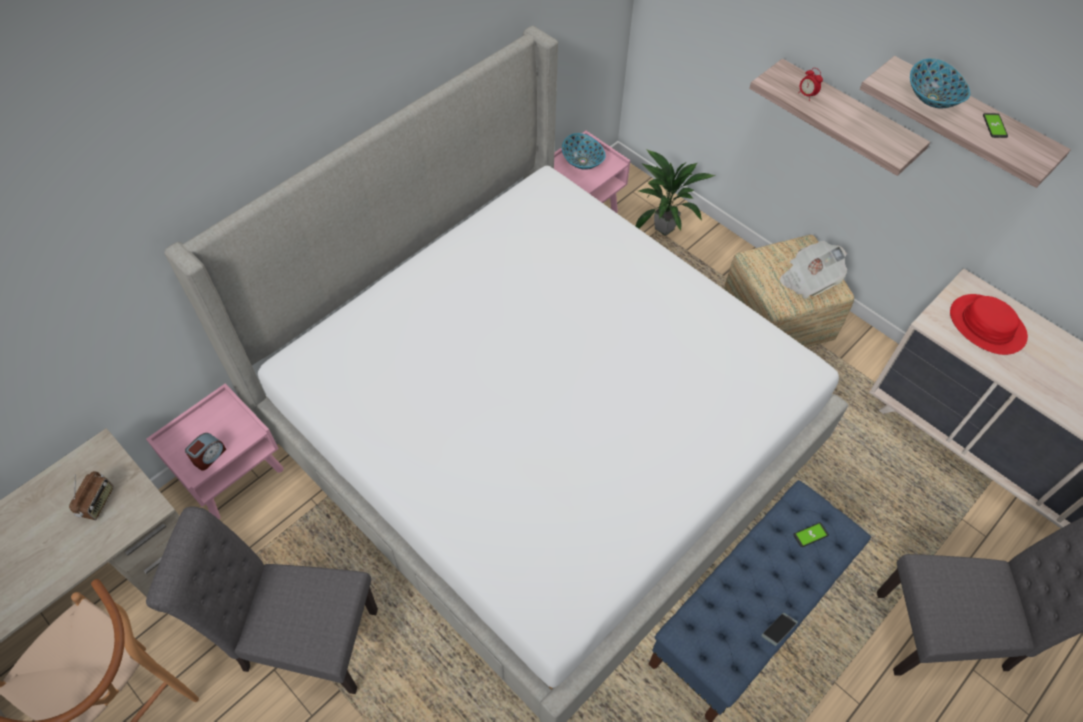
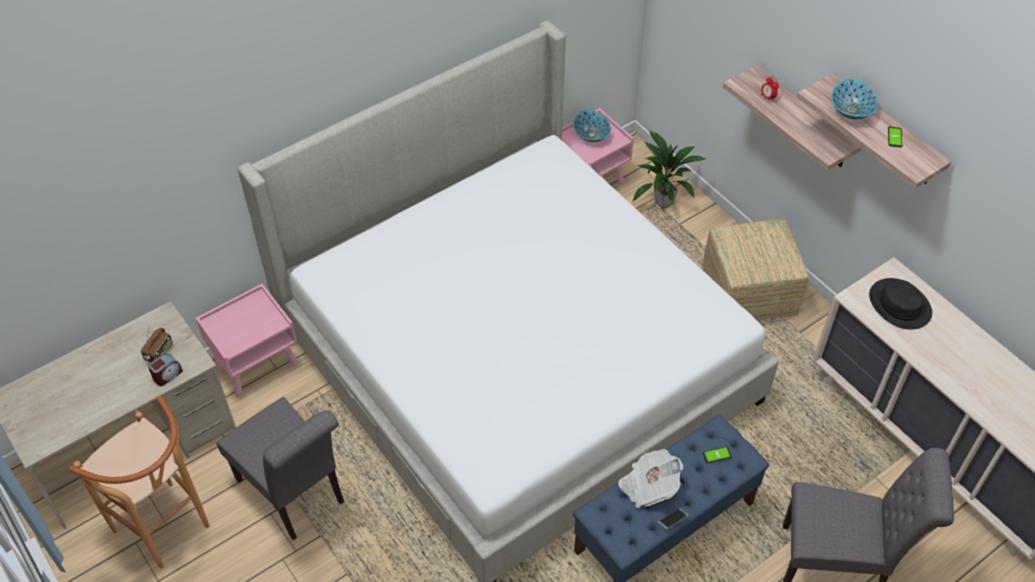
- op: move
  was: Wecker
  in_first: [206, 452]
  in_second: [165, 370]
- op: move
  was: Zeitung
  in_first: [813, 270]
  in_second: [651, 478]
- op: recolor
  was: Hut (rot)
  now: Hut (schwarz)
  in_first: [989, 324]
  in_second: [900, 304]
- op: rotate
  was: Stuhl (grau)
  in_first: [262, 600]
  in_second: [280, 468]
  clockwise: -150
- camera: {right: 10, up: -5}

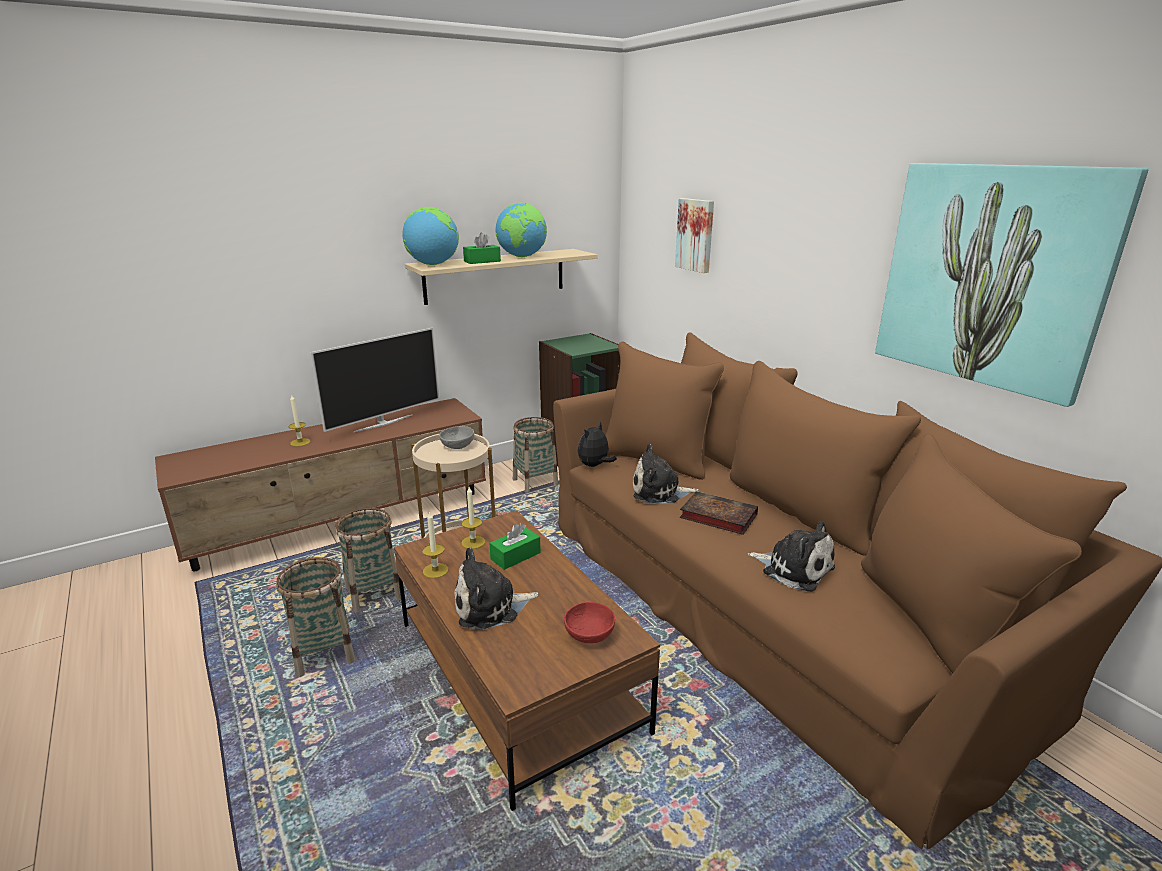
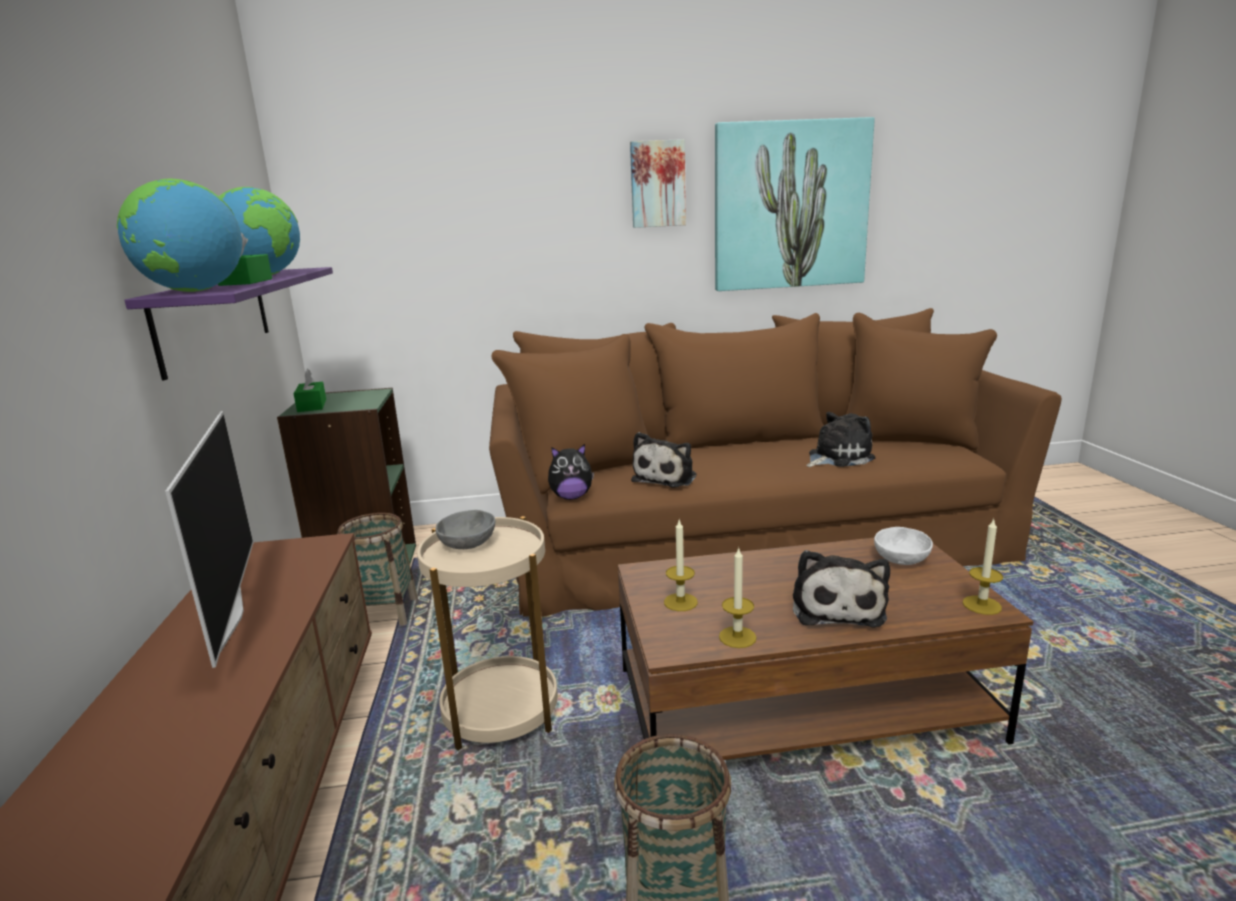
- op: delete
  was: Korb
  in_first: [368, 560]
- op: delete
  was: Buch
  in_first: [719, 513]
- op: move
  was: Kerze
  in_first: [300, 420]
  in_second: [983, 566]
- op: move
  was: Taschentuchbox (grün)
  in_first: [515, 546]
  in_second: [310, 390]
- op: move
  was: Bild
  in_first: [694, 235]
  in_second: [658, 183]
- op: recolor
  was: Wandregal (beige)
  now: Wandregal (lila)
  in_first: [501, 277]
  in_second: [228, 323]
- op: recolor
  was: Schüssel (rot)
  now: Schüssel (weiß)
  in_first: [589, 622]
  in_second: [903, 546]
- op: rotate
  was: Plüschtier
  in_first: [597, 444]
  in_second: [571, 472]
  clockwise: -75
- camera: {right: -65, up: -5}

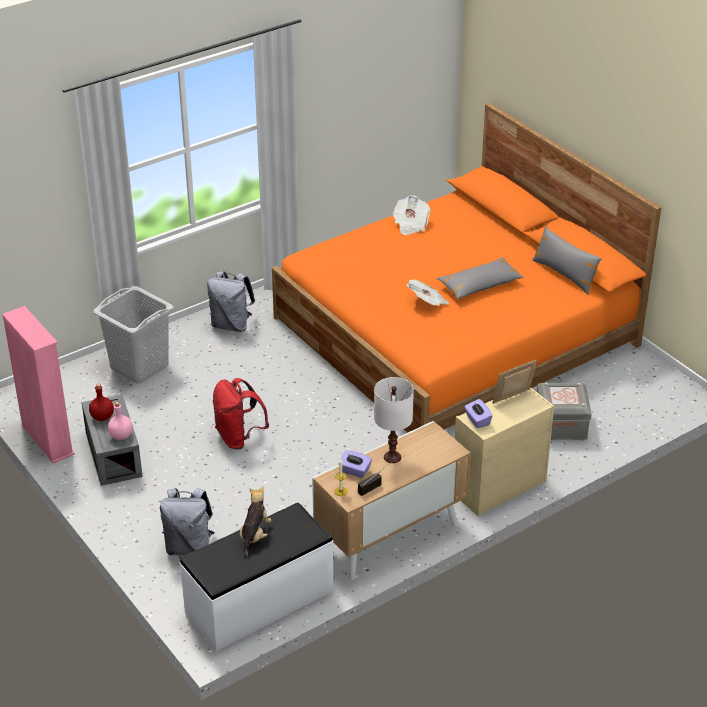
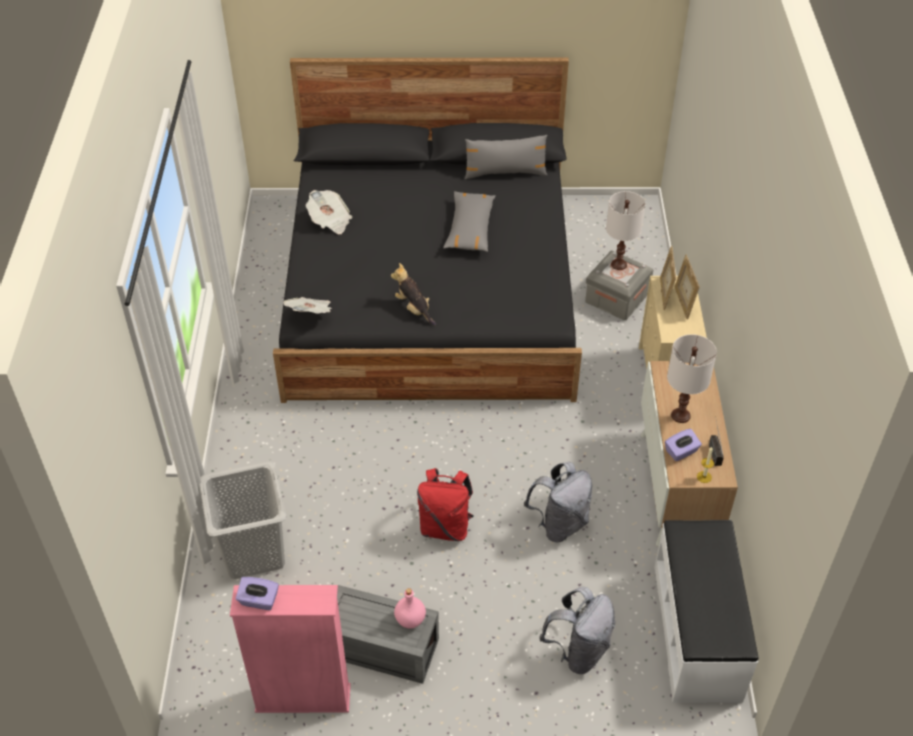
- op: delete
  was: Flasche (rot)
  in_first: [101, 402]
- op: insert
  now: Tischlampe (weiß)
  in_second: [625, 230]
- op: insert
  now: Bilderrahmen
  in_second: [687, 287]
- op: move
  was: Rucksack (grau)
  in_first: [231, 301]
  in_second: [558, 502]
- op: move
  was: Plüschtier
  in_first: [255, 522]
  in_second: [413, 294]
- op: move
  was: Zeitung
  in_first: [428, 292]
  in_second: [308, 305]
- op: move
  was: Taschentuchbox (lila)
  in_first: [478, 413]
  in_second: [257, 593]
- op: recolor
  was: Bett (orange)
  now: Bett (schwarz)
  in_first: [466, 268]
  in_second: [427, 230]
- camera: {right: -55, up: 10}

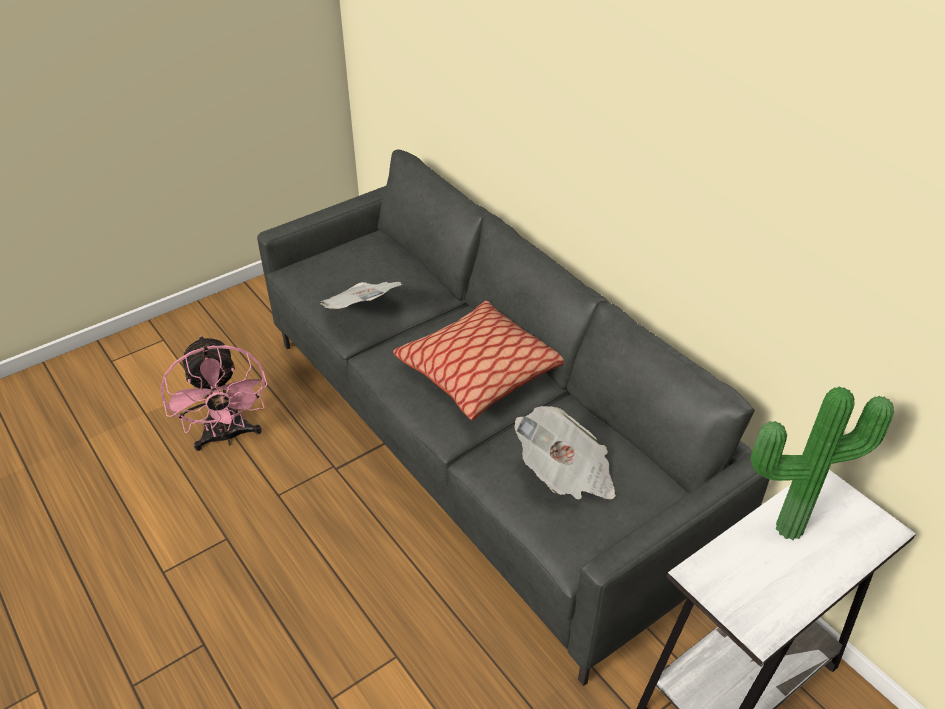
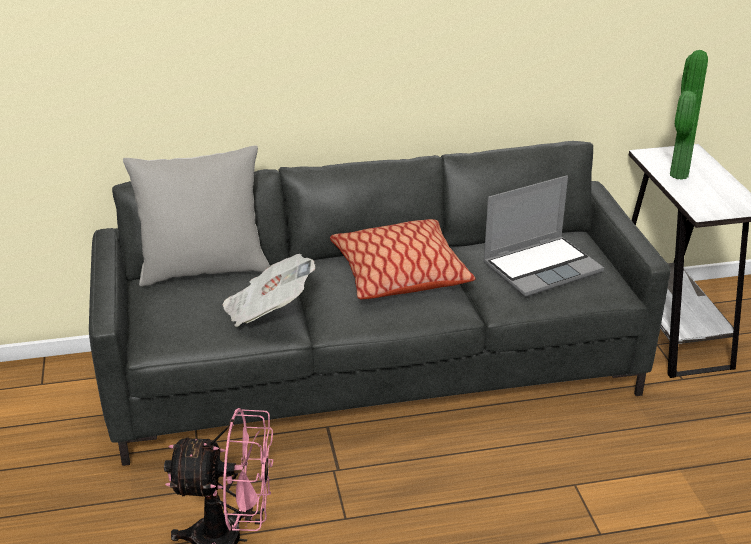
- op: insert
  now: Kissen (grau)
  in_second: [196, 216]
- op: replace
  was: Zeitung
  now: Laptop
  in_first: [565, 453]
  in_second: [543, 236]
- camera: {right: -65, up: -10}

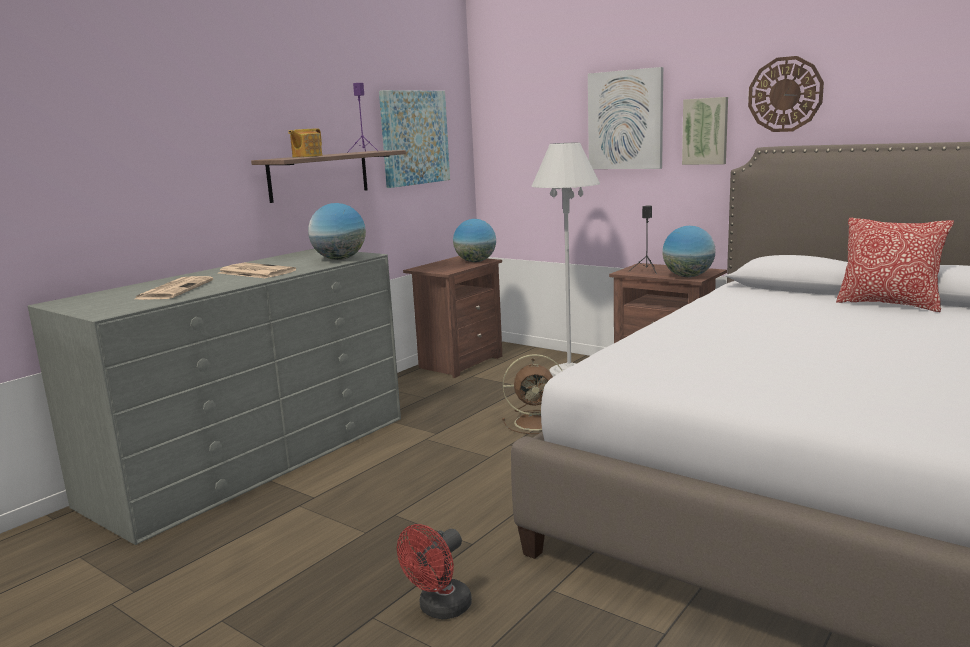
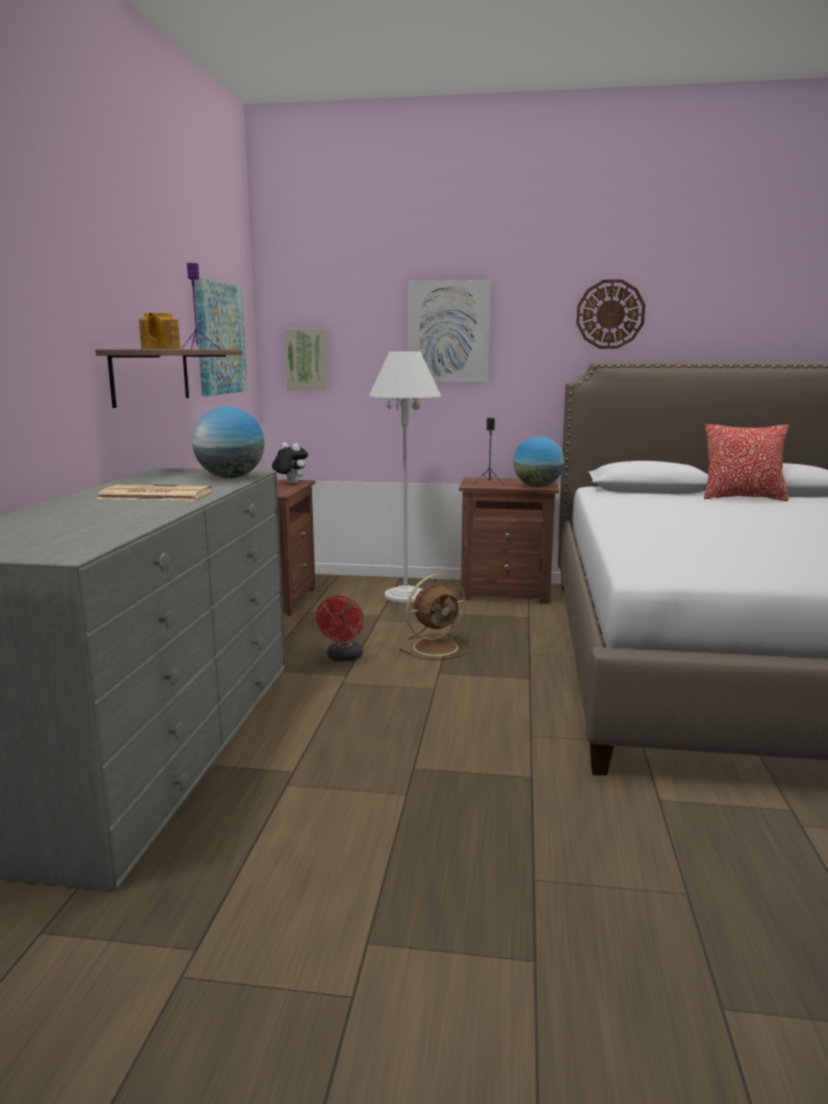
- op: delete
  was: Zeitung
  in_first: [174, 288]
- op: move
  was: Ventilator (rot)
  in_first: [434, 571]
  in_second: [339, 628]
- op: move
  was: Bild
  in_first: [705, 131]
  in_second: [305, 359]
- op: replace
  was: Globus
  now: Plüschtier
  in_first: [474, 240]
  in_second: [290, 463]
- camera: {right: -30, up: 0}

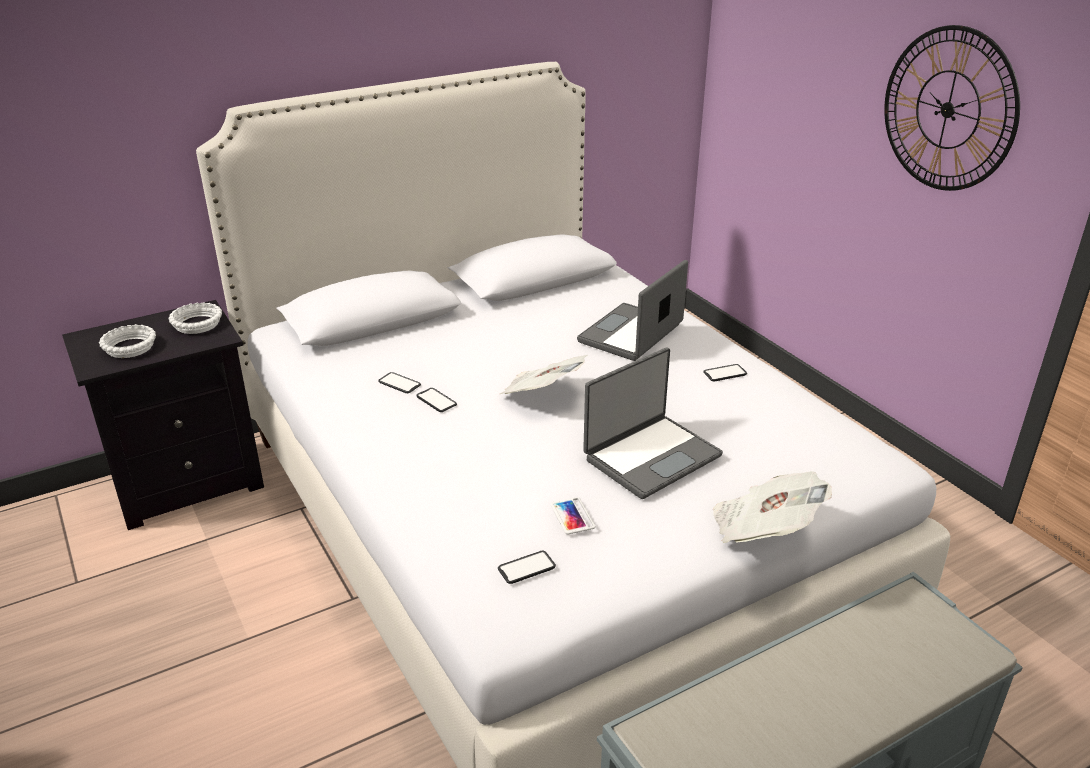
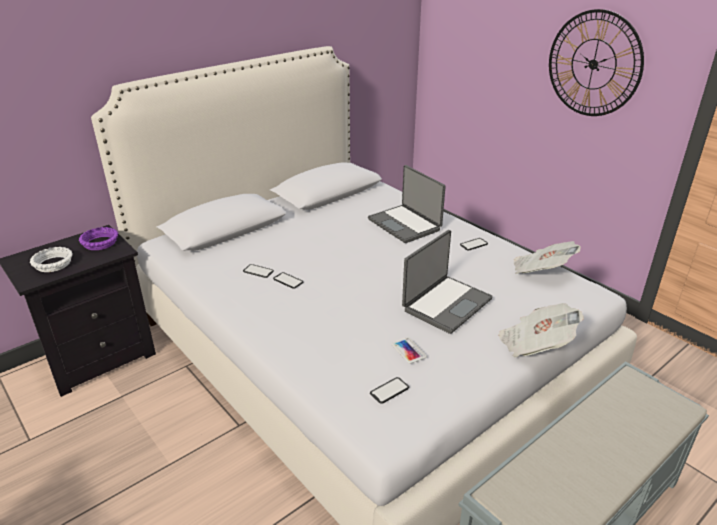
- op: move
  was: Zeitung
  in_first: [543, 375]
  in_second: [547, 257]
- op: recolor
  was: Schüssel (weiß)
  now: Schüssel (lila)
  in_first: [195, 318]
  in_second: [98, 238]
- op: rotate
  was: Laptop
  in_first: [632, 310]
  in_second: [407, 204]
  clockwise: -60
- camera: {right: -10, up: 0}

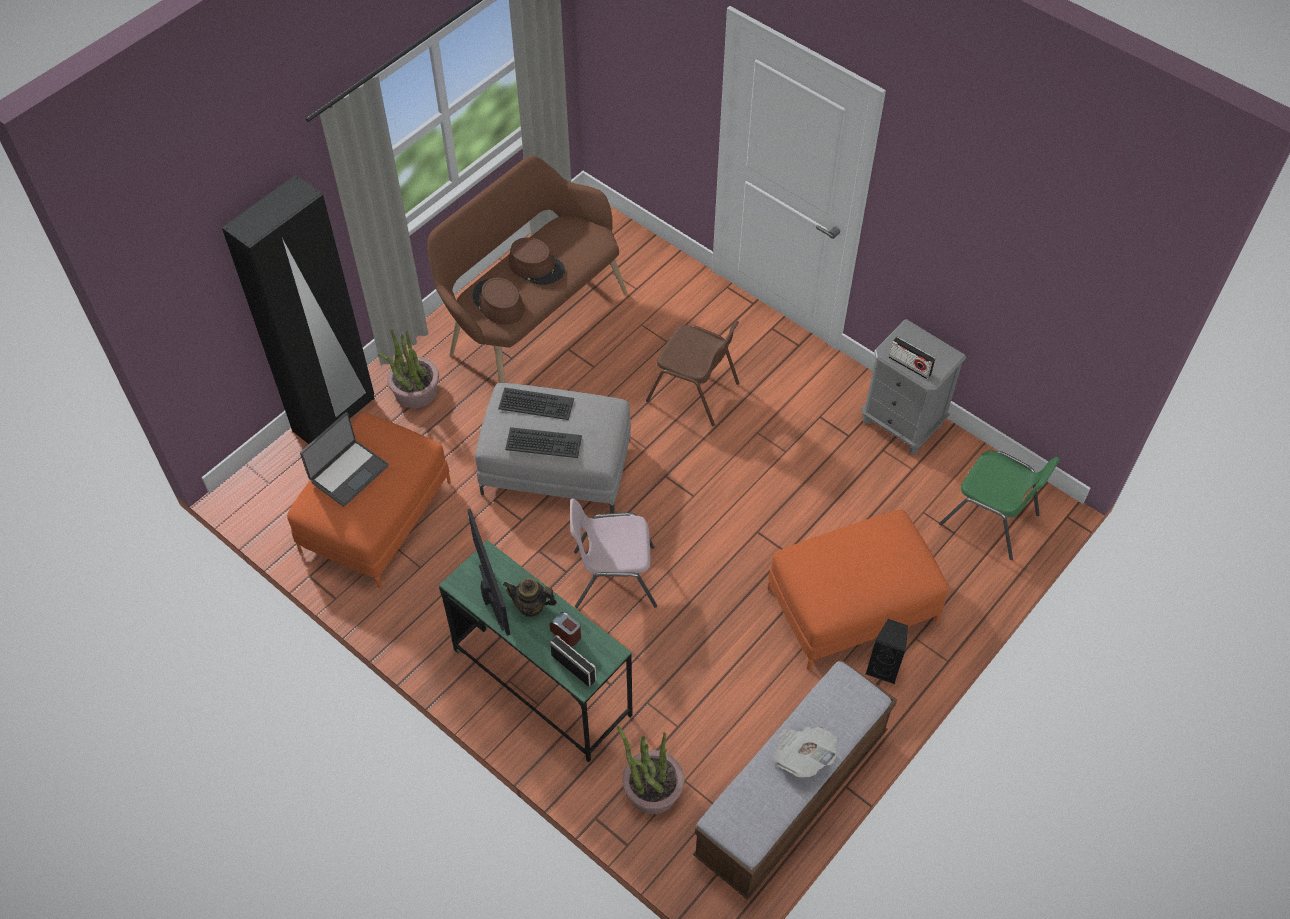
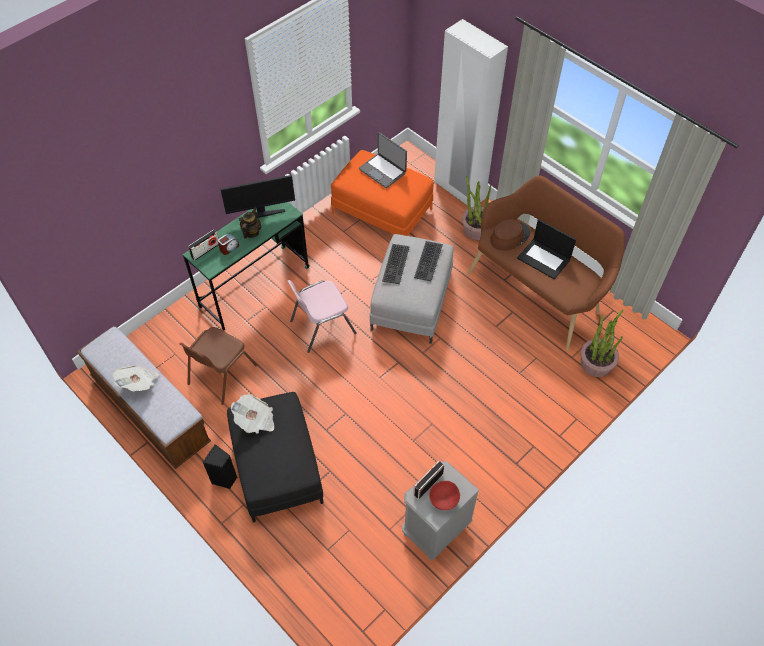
- op: delete
  was: Stuhl (grün)
  in_first: [999, 505]
- op: insert
  now: Zeitung
  in_second: [252, 414]
- op: insert
  now: Schüssel (rot)
  in_second: [444, 495]
- op: move
  was: Topfpflanze
  in_first: [650, 770]
  in_second: [602, 343]
- op: move
  was: Stuhl (braun)
  in_first: [692, 373]
  in_second: [218, 366]
- op: replace
  was: Hut (braun)
  now: Laptop
  in_first: [537, 261]
  in_second: [546, 249]
- op: recolor
  was: Kleiderschrank (schwarz)
  now: Kleiderschrank (weiß)
  in_first: [298, 309]
  in_second: [471, 113]
- op: recolor
  was: Polsterhocker (orange)
  now: Polsterhocker (schwarz)
  in_first: [858, 590]
  in_second: [275, 457]
- op: rotate
  was: Stuhl (rosa)
  in_first: [613, 553]
  in_second: [322, 316]
  clockwise: -120
- camera: {right: 95, up: 0}

